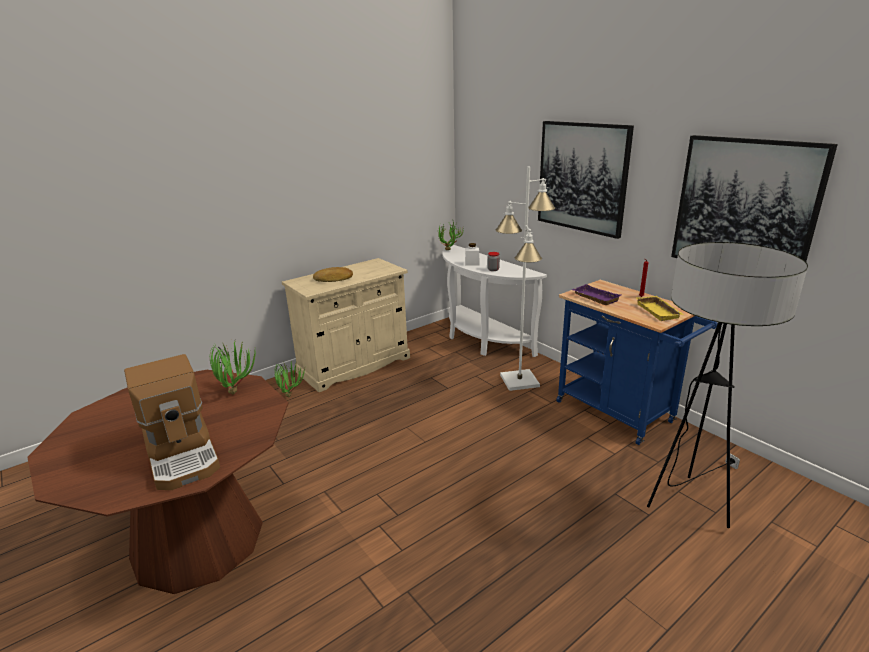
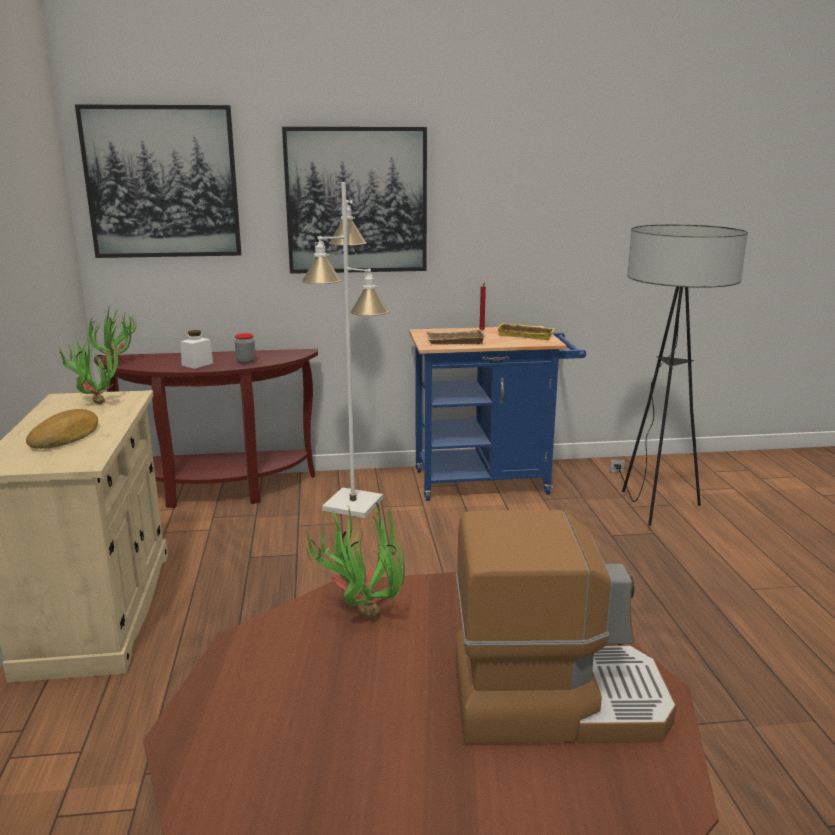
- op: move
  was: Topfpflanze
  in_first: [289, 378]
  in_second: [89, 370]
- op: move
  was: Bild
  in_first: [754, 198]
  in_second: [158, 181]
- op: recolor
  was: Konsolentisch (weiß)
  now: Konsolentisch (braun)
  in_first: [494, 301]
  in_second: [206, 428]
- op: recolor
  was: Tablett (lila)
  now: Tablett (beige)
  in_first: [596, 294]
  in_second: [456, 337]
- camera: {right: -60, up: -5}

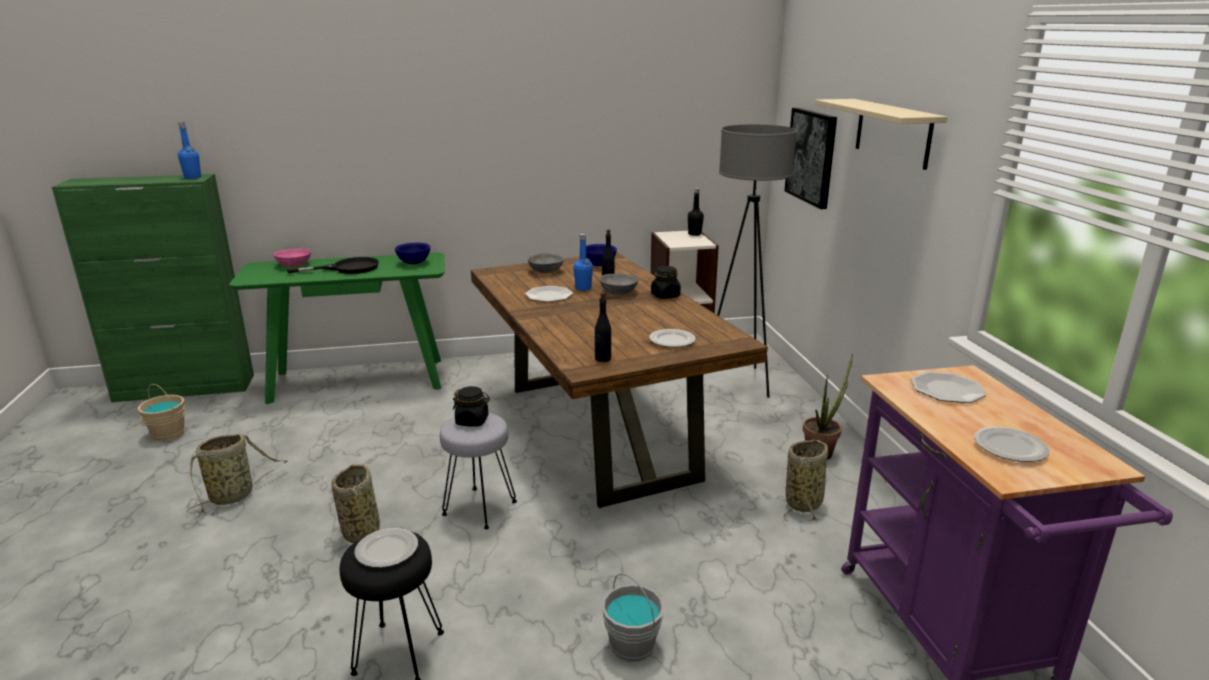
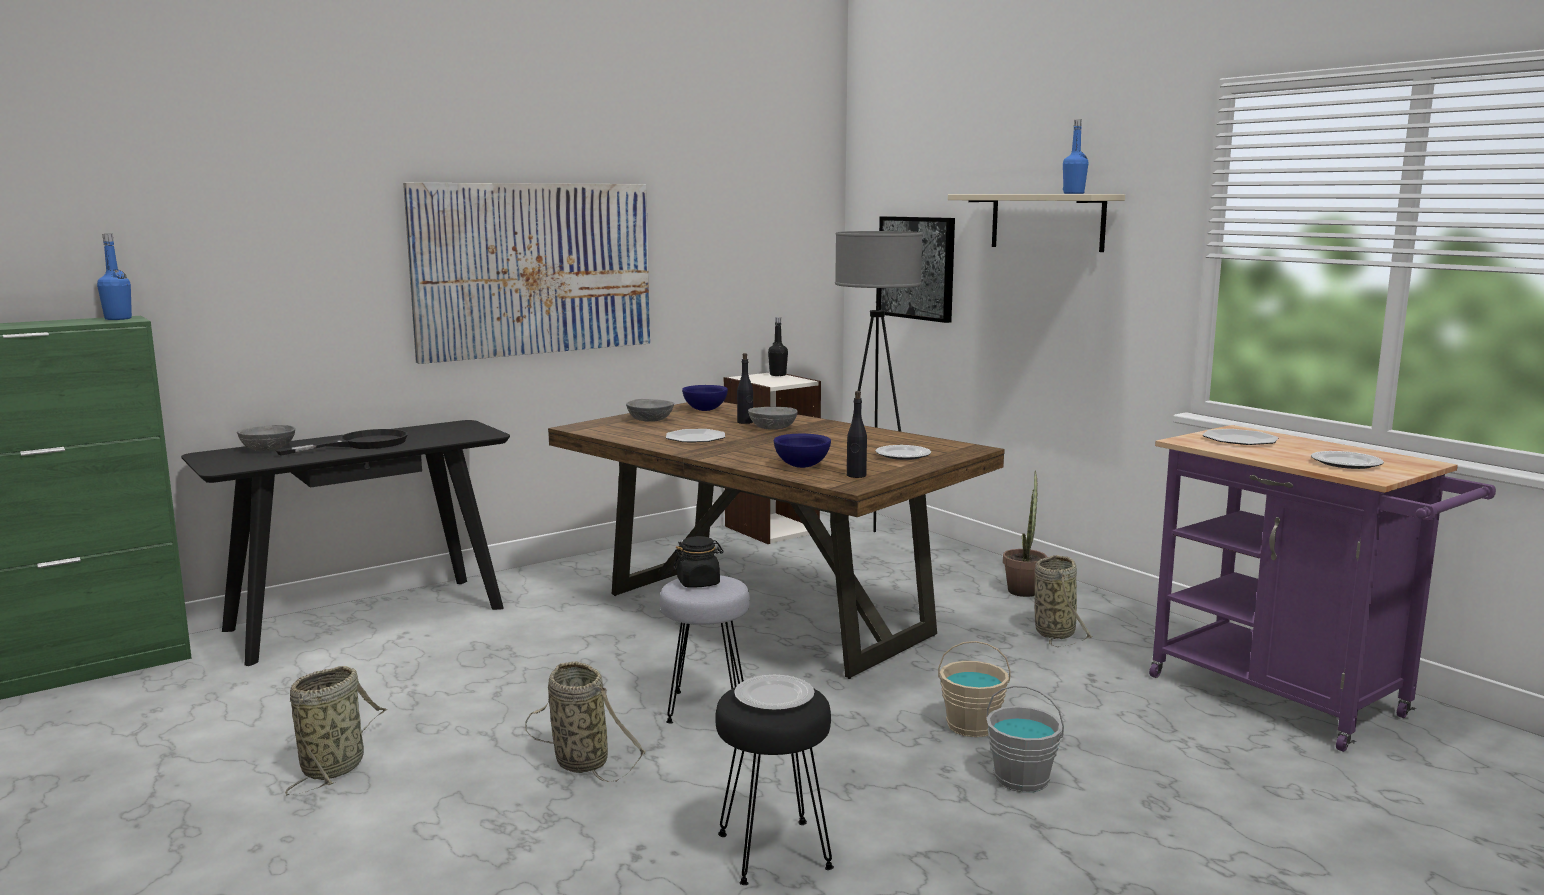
- op: delete
  was: Vorratsglas (schwarz)
  in_first: [666, 282]
- op: insert
  now: Bild
  in_second: [526, 273]
- op: move
  was: Eimer (beige)
  in_first: [161, 412]
  in_second: [974, 689]
- op: move
  was: Schüssel (blau)
  in_first: [412, 253]
  in_second: [802, 451]
- op: move
  was: Flasche (blau)
  in_first: [583, 262]
  in_second: [1075, 157]
- op: recolor
  was: Konsolentisch (grün)
  now: Konsolentisch (schwarz)
  in_first: [337, 328]
  in_second: [345, 543]
- op: recolor
  was: Schüssel (rosa)
  now: Schüssel (grau)
  in_first: [292, 258]
  in_second: [266, 438]
- camera: {right: -25, up: -10}

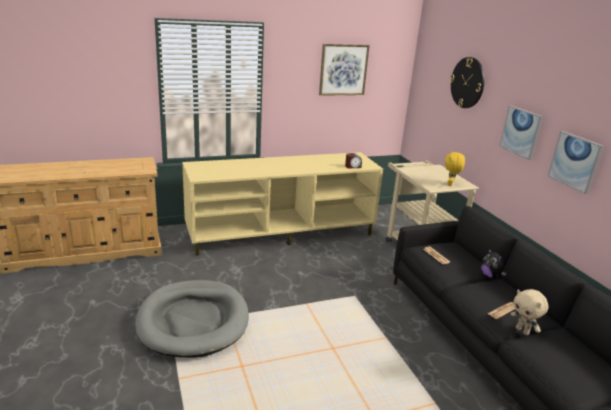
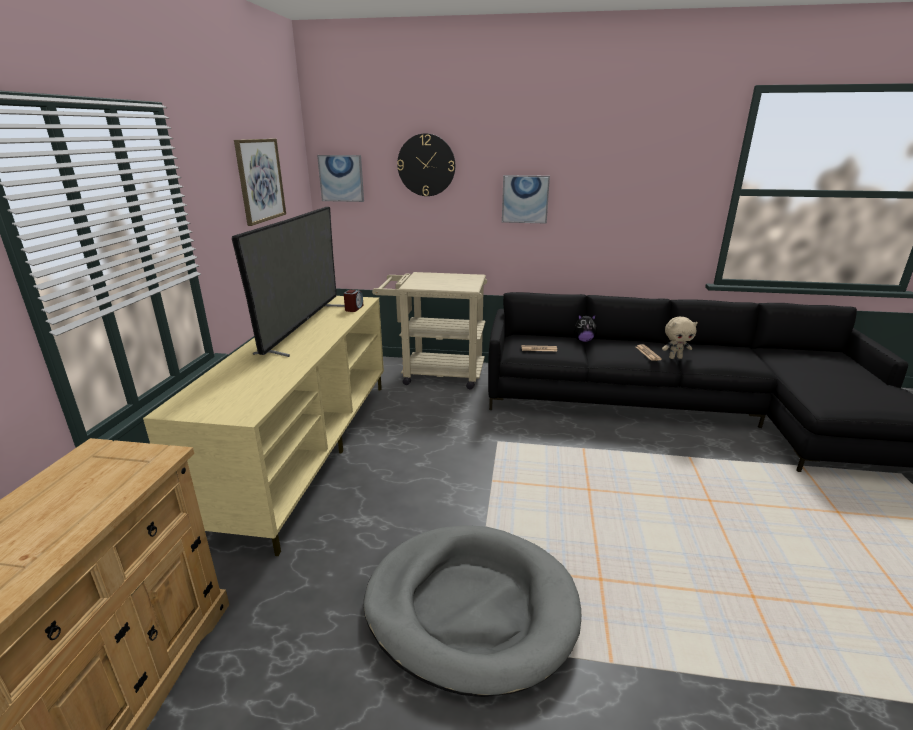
- op: delete
  was: Plüschtier (gelb)
  in_first: [455, 168]
- op: insert
  now: Fernseher
  in_second: [288, 282]
- op: move
  was: Bild
  in_first: [576, 162]
  in_second: [340, 178]
- camera: {right: -60, up: 0}

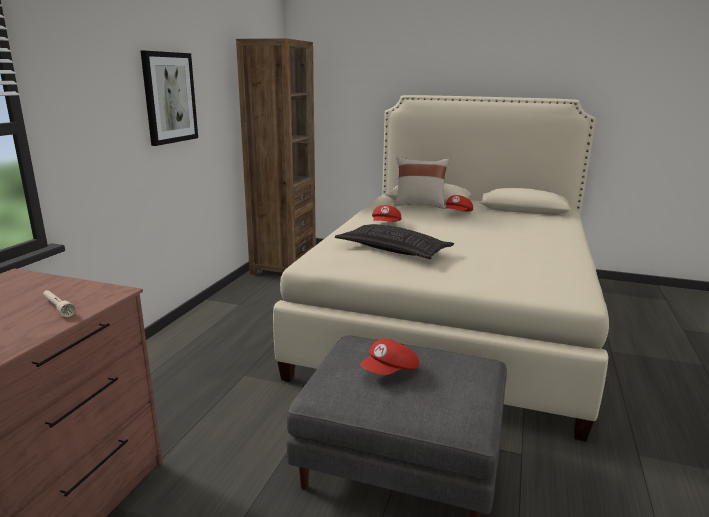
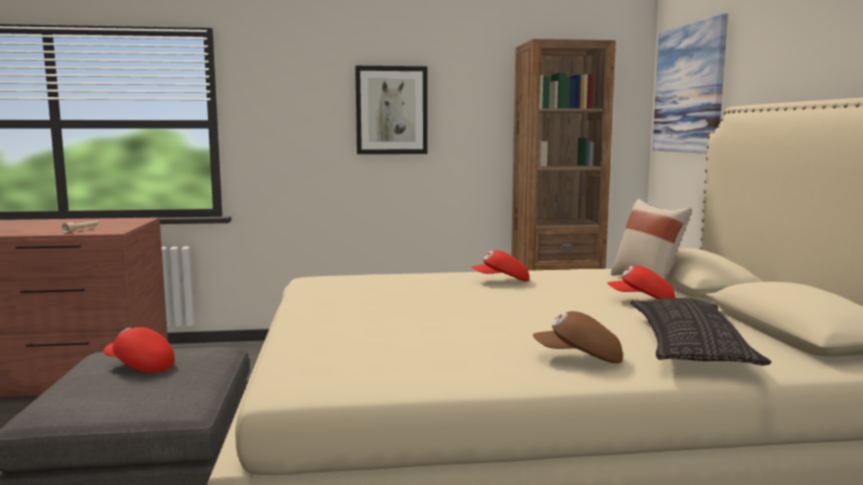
- op: insert
  now: Kappe (braun)
  in_second: [578, 337]
- op: insert
  now: Bild
  in_second: [690, 83]
- op: move
  was: Kissen
  in_first: [394, 241]
  in_second: [701, 331]
- camera: {right: 65, up: -10}

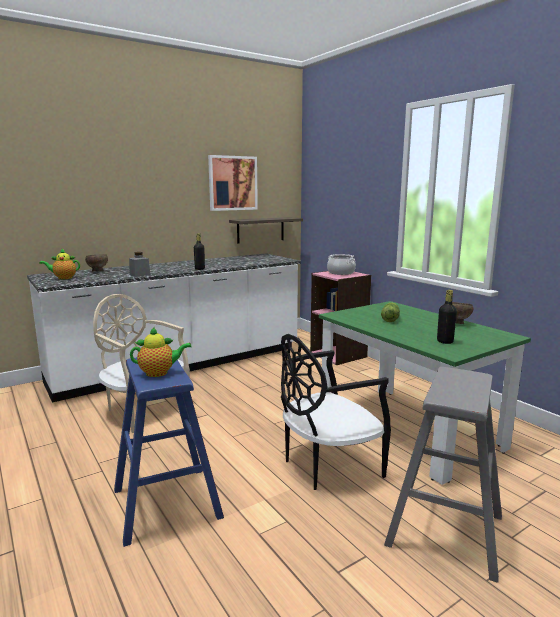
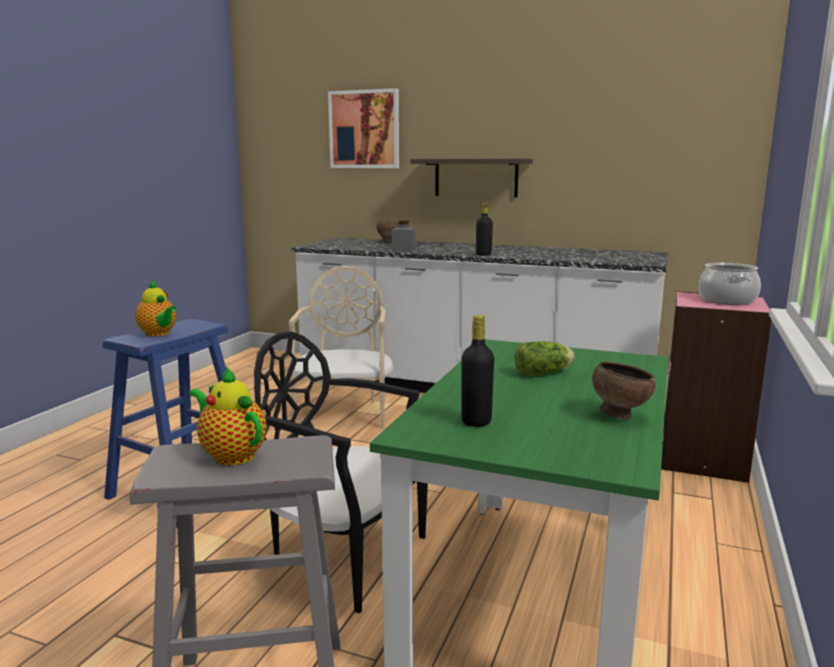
- op: move
  was: Teekanne
  in_first: [59, 263]
  in_second: [228, 415]
- op: move
  was: Bild
  in_first: [233, 183]
  in_second: [363, 128]
- op: move
  was: Wandregal
  in_first: [266, 230]
  in_second: [471, 178]
- camera: {right: 55, up: 0}

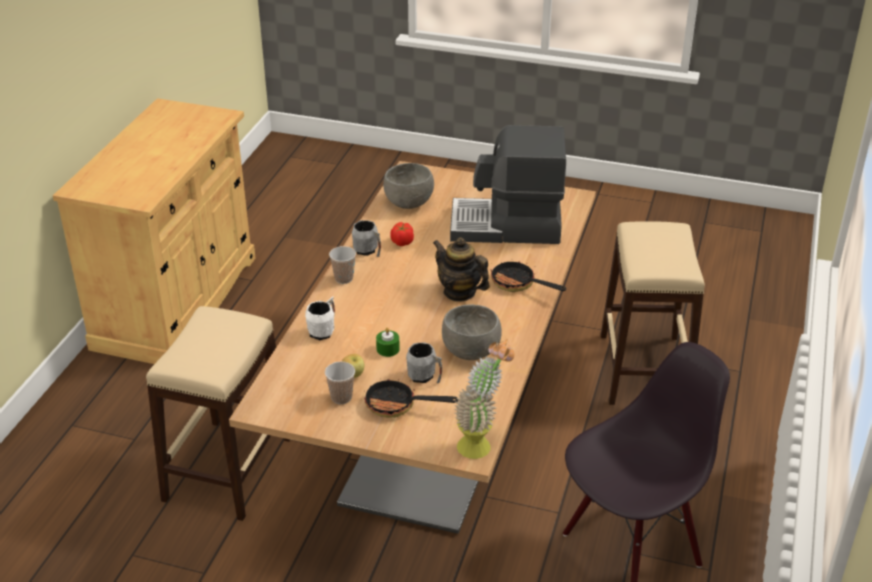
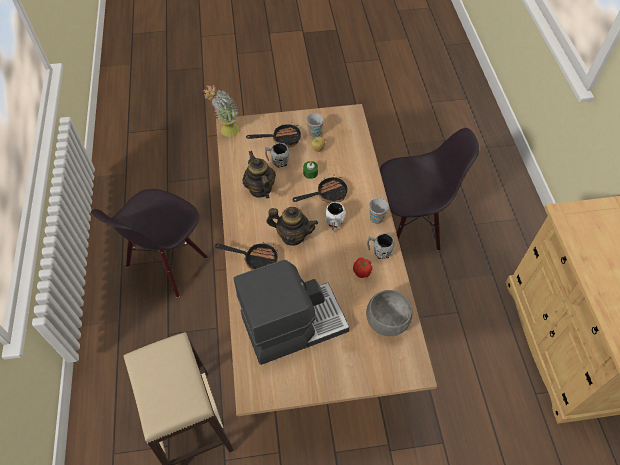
- op: insert
  now: Pfanne
  in_second: [320, 190]
- op: move
  was: Henkelbecher (weiß)
  in_first: [320, 318]
  in_second: [335, 217]
- op: replace
  was: Hocker (beige)
  now: Stuhl (schwarz)
  in_first: [218, 413]
  in_second: [429, 189]
- op: replace
  was: Schüssel (grau)
  now: Teekanne
  in_first: [472, 332]
  in_second: [259, 175]
- camera: {right: 155, up: 20}

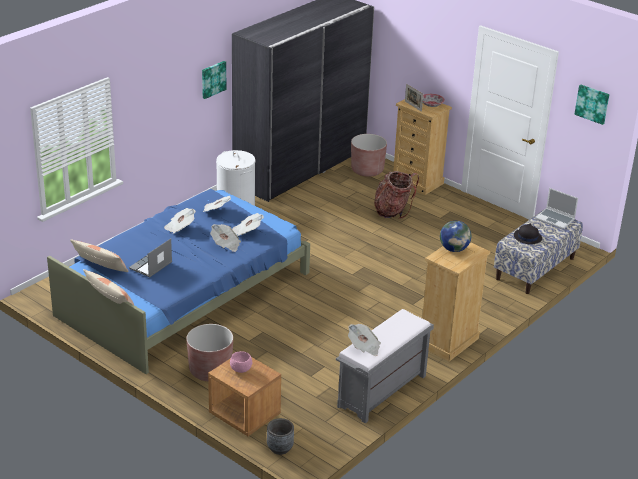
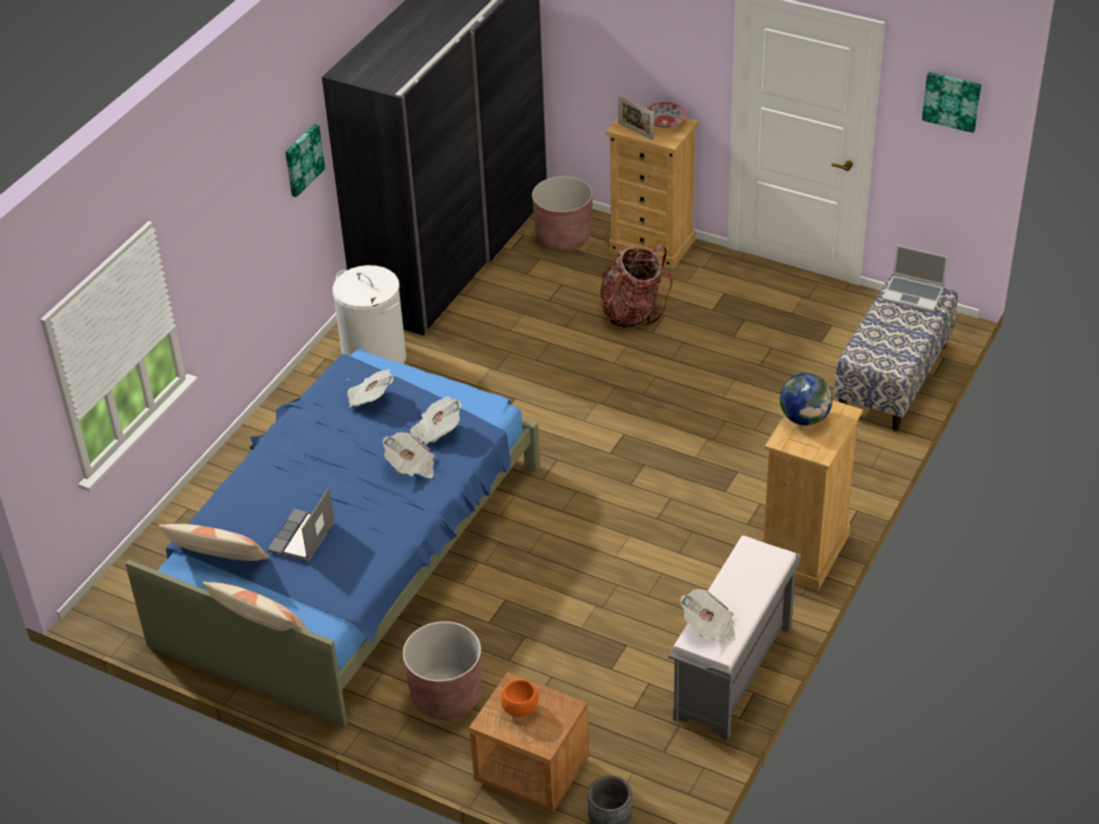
- op: delete
  was: Zeitung
  in_first: [180, 220]
- op: delete
  was: Hut (schwarz)
  in_first: [528, 234]
- op: recolor
  was: Schüssel (rosa)
  now: Schüssel (orange)
  in_first: [241, 362]
  in_second: [519, 698]
- camera: {right: -10, up: 10}

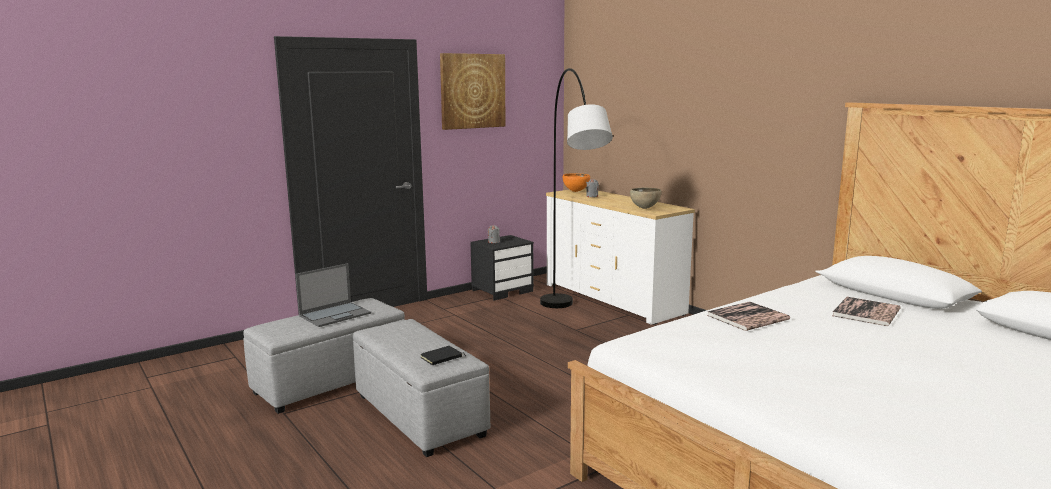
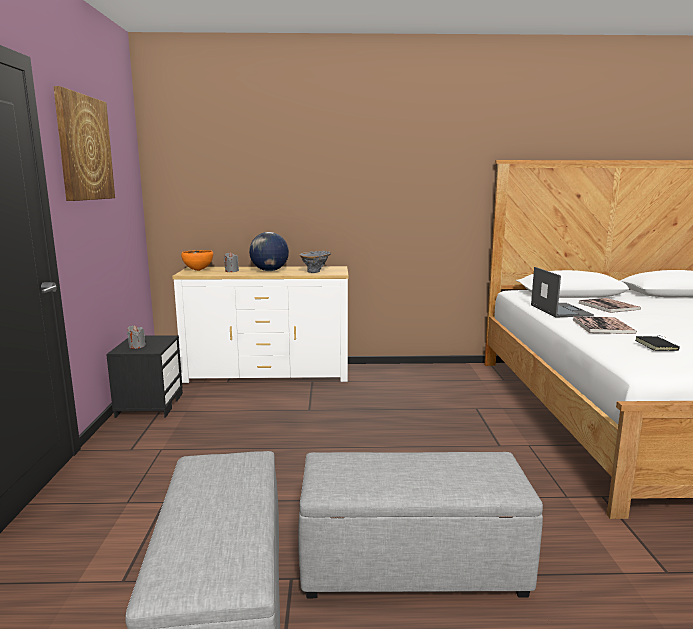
- op: delete
  was: Stehlampe (grau)
  in_first: [576, 188]
- op: insert
  now: Globus
  in_second: [269, 251]
- op: move
  was: Laptop
  in_first: [333, 295]
  in_second: [562, 292]
- op: move
  was: Buch (schwarz)
  in_first: [443, 355]
  in_second: [657, 343]
- op: replace
  was: Schüssel (braun)
  now: Vase (grau)
  in_first: [646, 198]
  in_second: [315, 262]
- camera: {right: -55, up: 0}

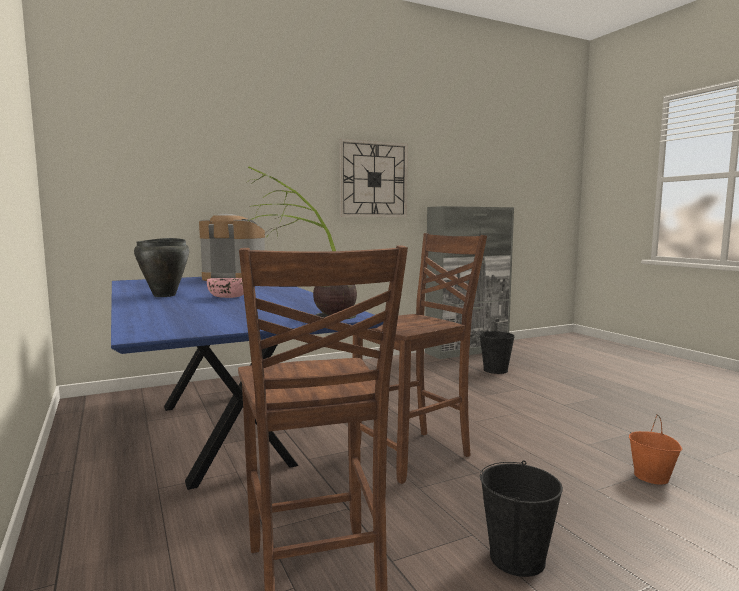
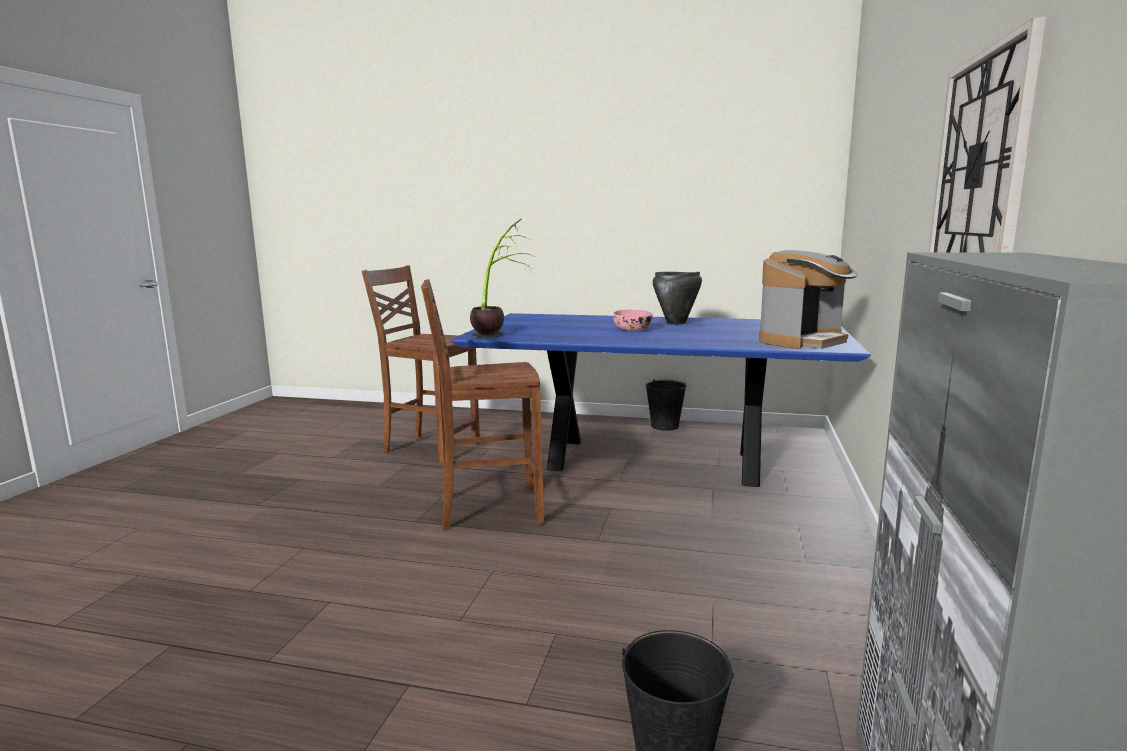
- op: delete
  was: Eimer (orange)
  in_first: [655, 449]
- op: move
  was: Eimer (schwarz)
  in_first: [521, 518]
  in_second: [666, 405]
- op: rotate
  was: Stuhl (braun)
  in_first: [419, 358]
  in_second: [482, 404]
  clockwise: 75
- camera: {right: 130, up: 5}

